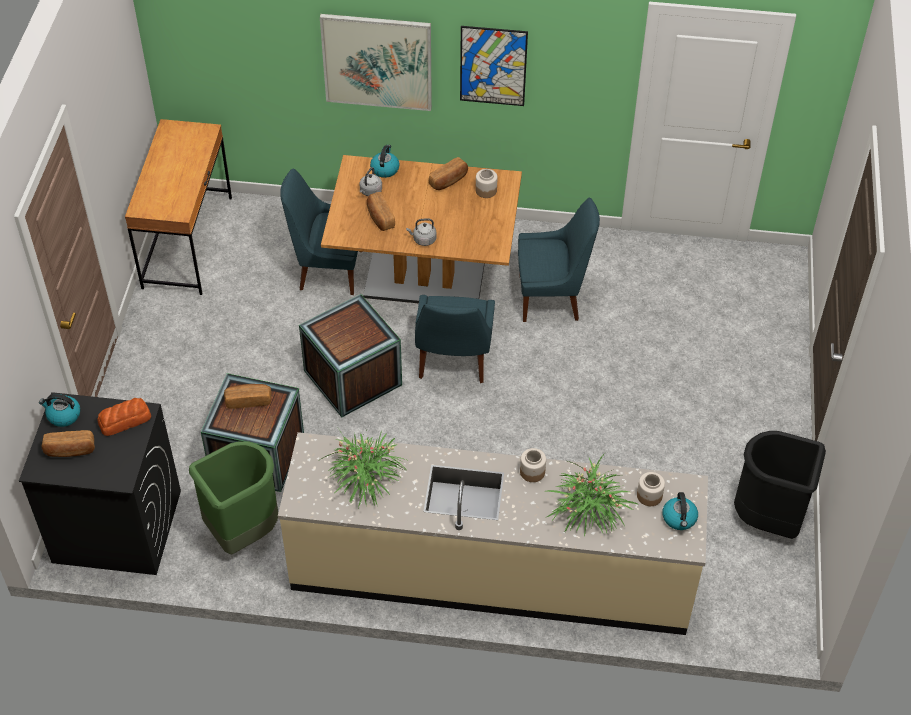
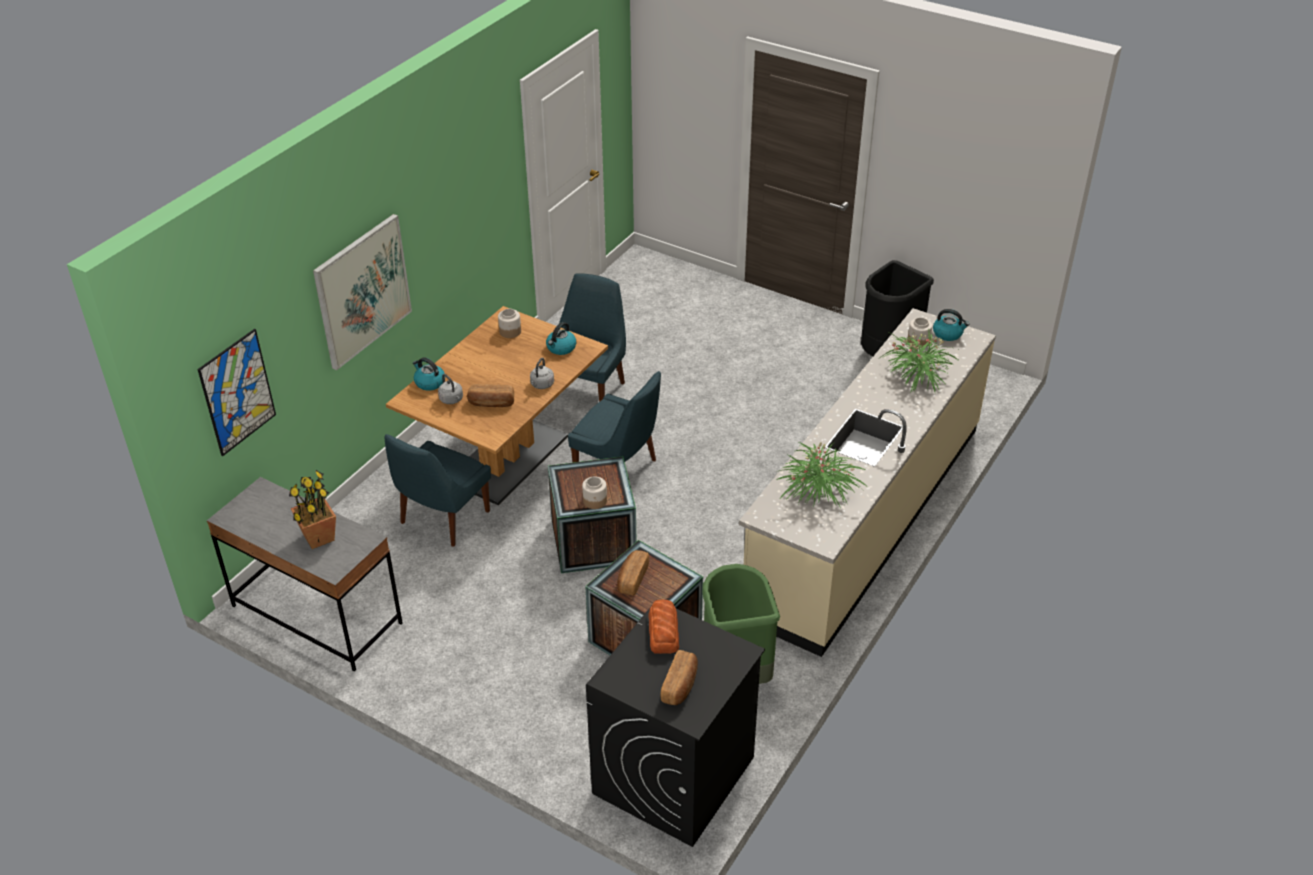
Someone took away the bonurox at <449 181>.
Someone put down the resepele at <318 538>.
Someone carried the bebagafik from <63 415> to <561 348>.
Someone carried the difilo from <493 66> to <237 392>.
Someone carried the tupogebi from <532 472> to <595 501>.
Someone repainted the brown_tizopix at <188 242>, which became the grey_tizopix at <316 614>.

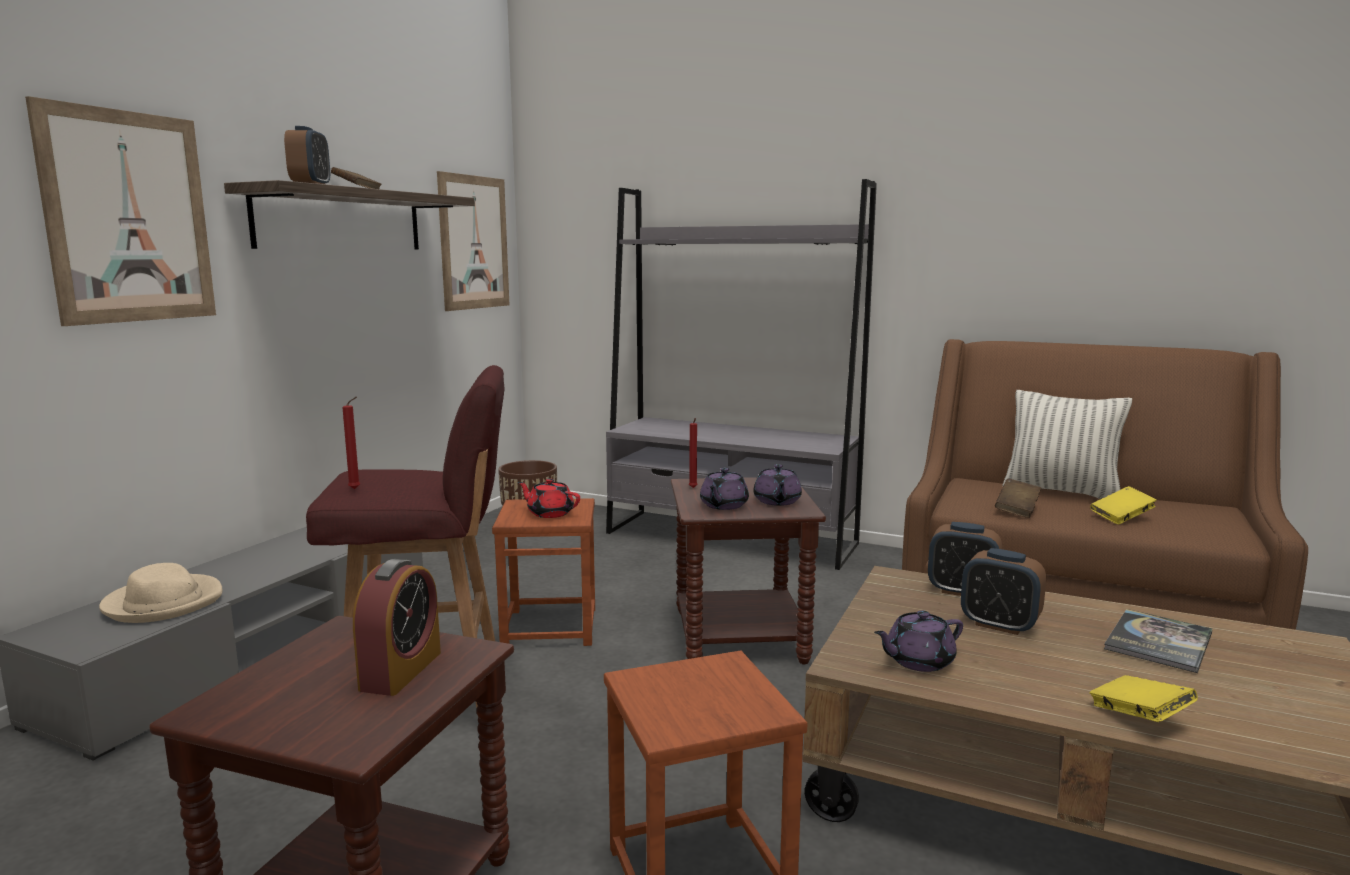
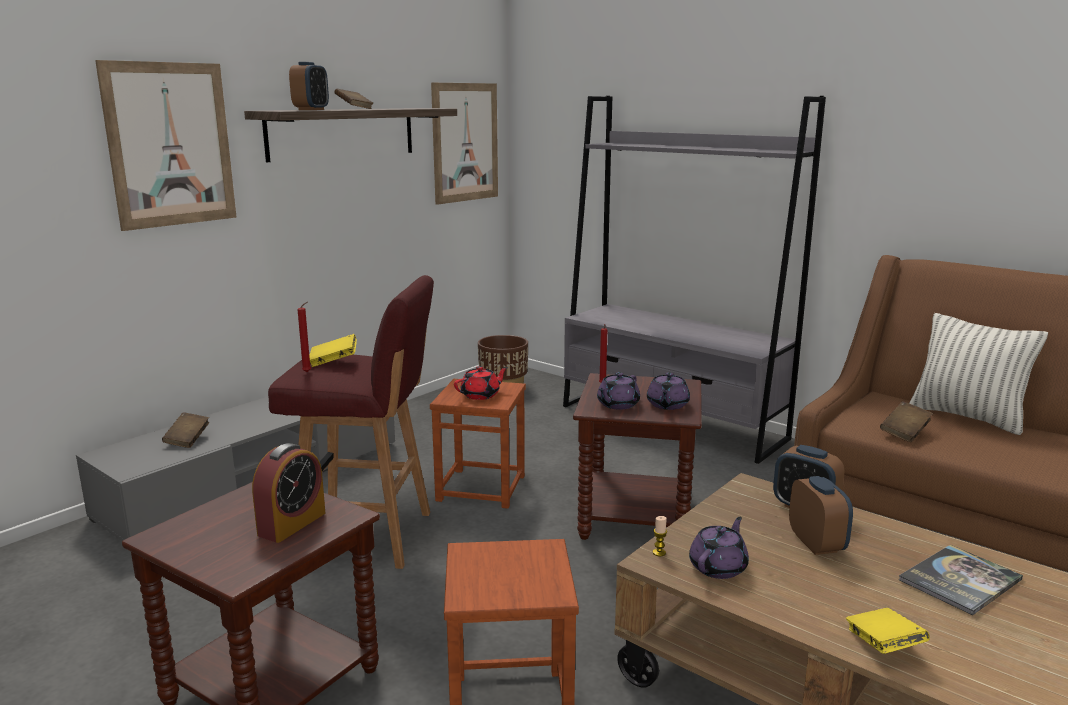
Someone put down the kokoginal at <659 552>.
Someone carried the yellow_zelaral from <1121 518> to <334 362>.
Someone swapped the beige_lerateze at <164 603> for the brown_zelaral at <187 440>.
Someone rotated the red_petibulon at <550 513> by 105 degrees clockwise.
Someone rotated the purple_petibulon at <918 661> by 135 degrees clockwise.
Someone rotated the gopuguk at <999 625> by 150 degrees counterclockwise.

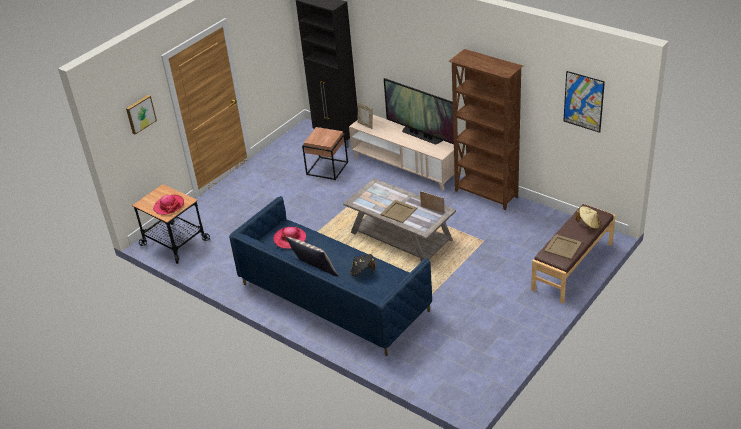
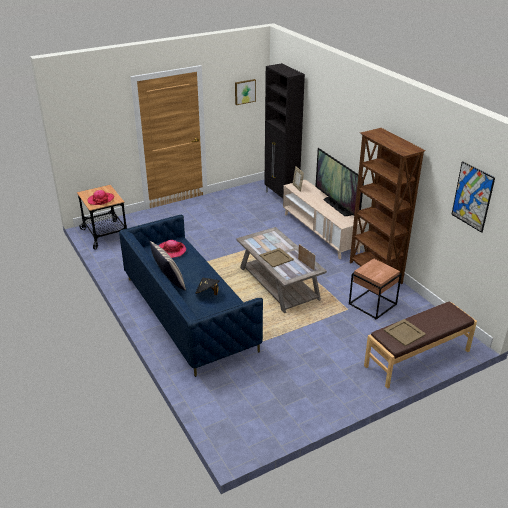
Someone took away the beige_lerateze at <589 224>.
Someone carried the difilo from <140 114> to <244 91>.
Someone carried the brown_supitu from <327 168> to <372 304>.

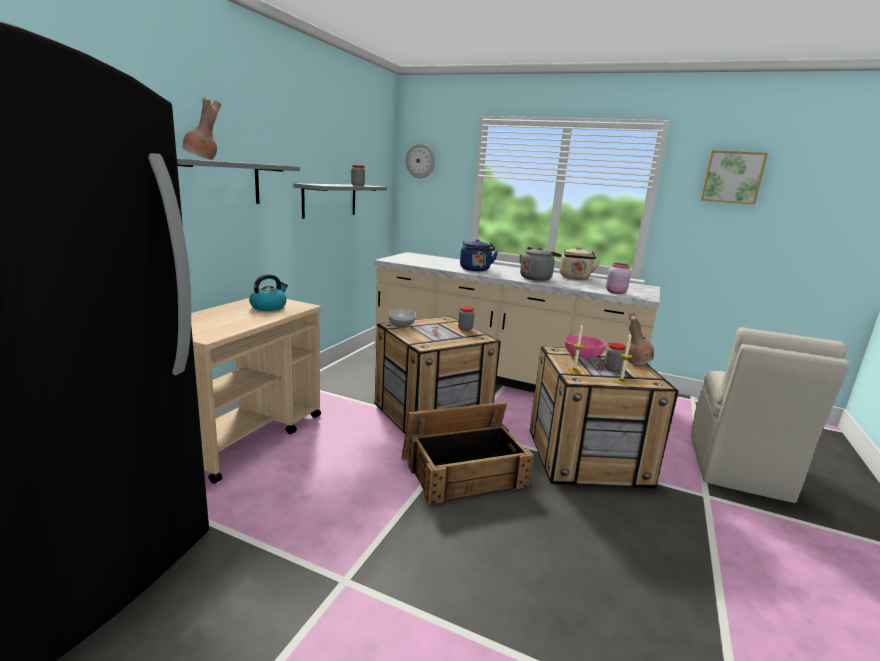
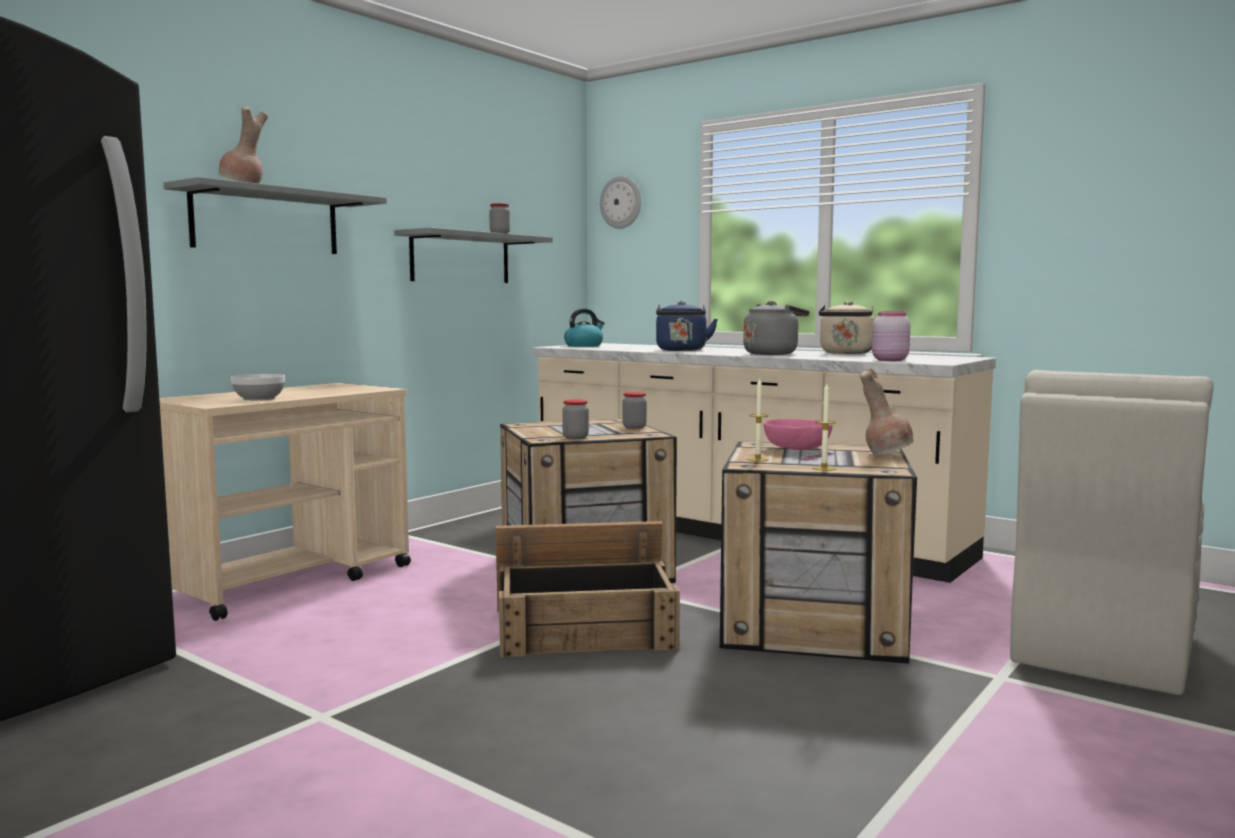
Someone took away the difilo at <732 177>.
Someone carried the bebagafik from <269 307> to <584 346>.
Someone carried the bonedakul from <401 325> to <258 399>.
Someone carried the tupogebi from <612 369> to <575 437>.

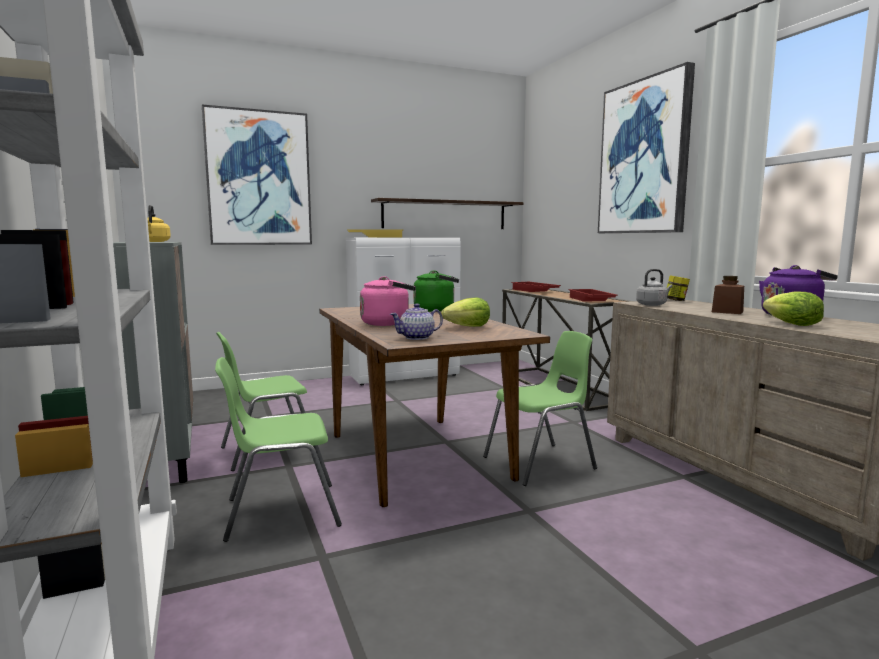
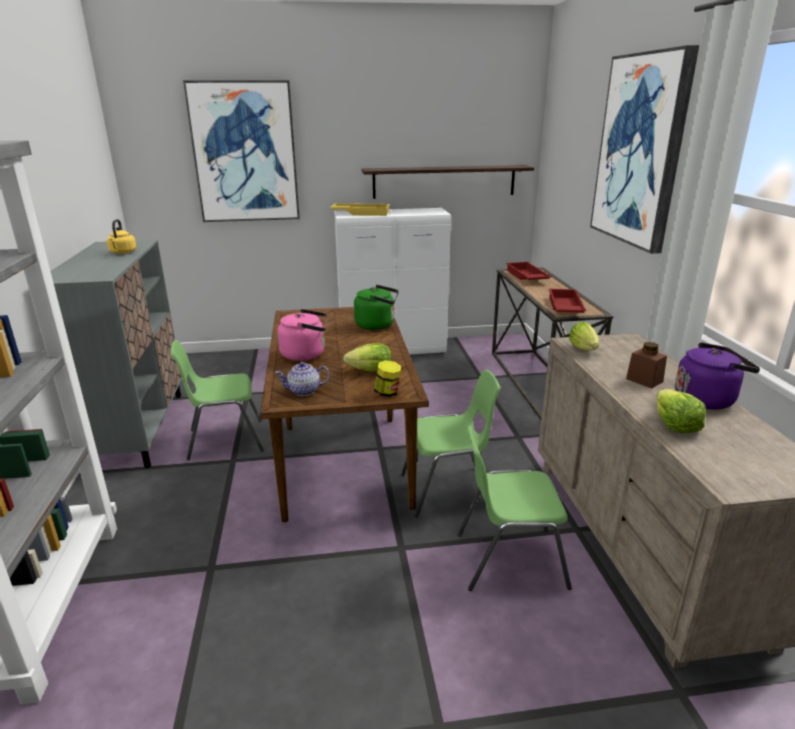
Someone carried the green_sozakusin from <280 511> to <508 559>.
Someone carried the tupogebi from <676 300> to <387 393>.
Someone swapped the grey_bebagafik at <652 304> for the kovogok at <584 350>.

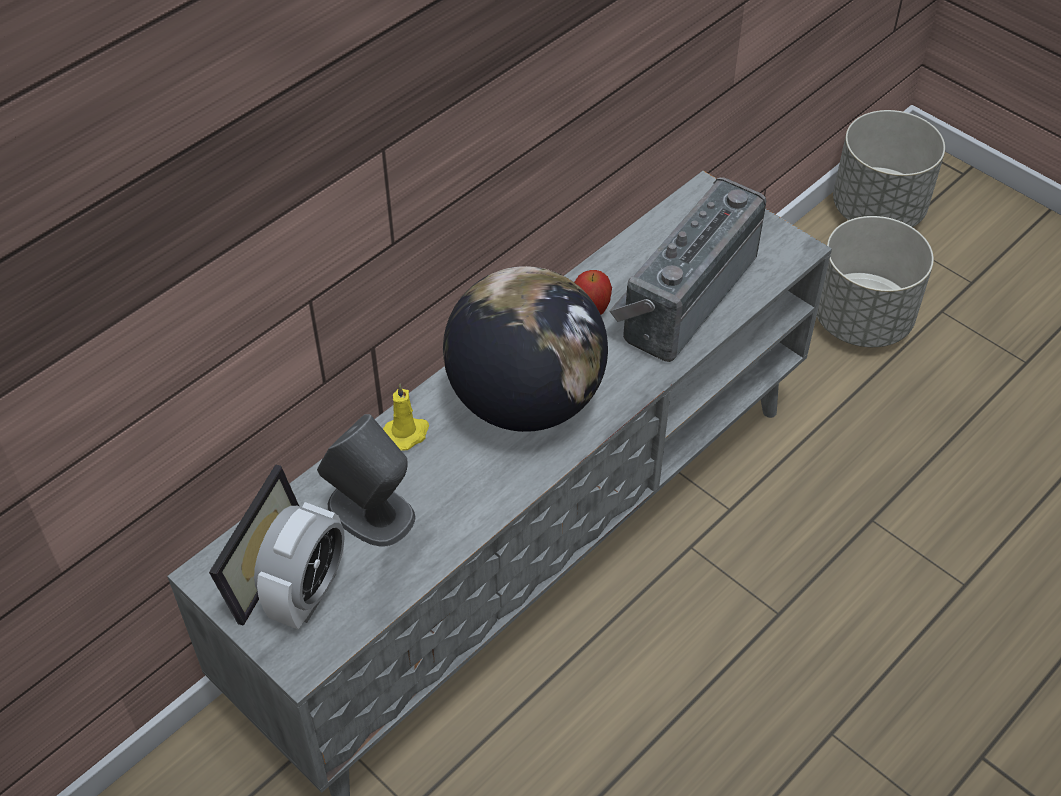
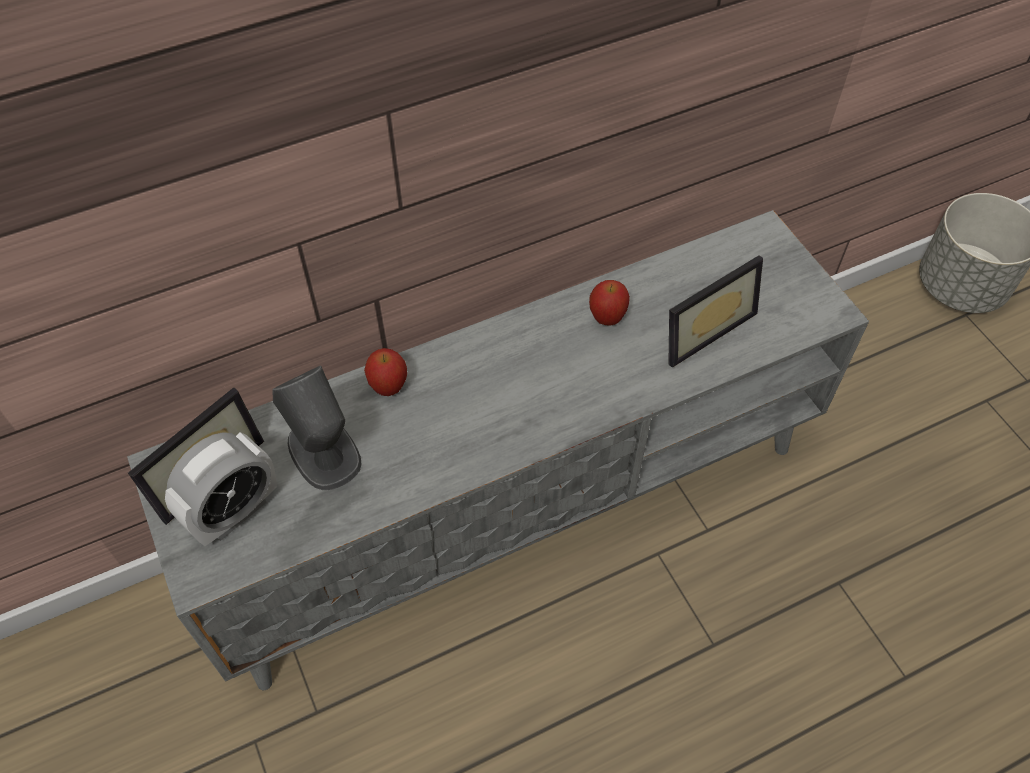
Someone took away the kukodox at <525 400>.
Someone took away the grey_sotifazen at <862 319>.
Someone swapped the yellow_kokoginal at <407 433> for the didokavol at <389 387>.
Someone swapped the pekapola at <682 295> for the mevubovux at <701 326>.

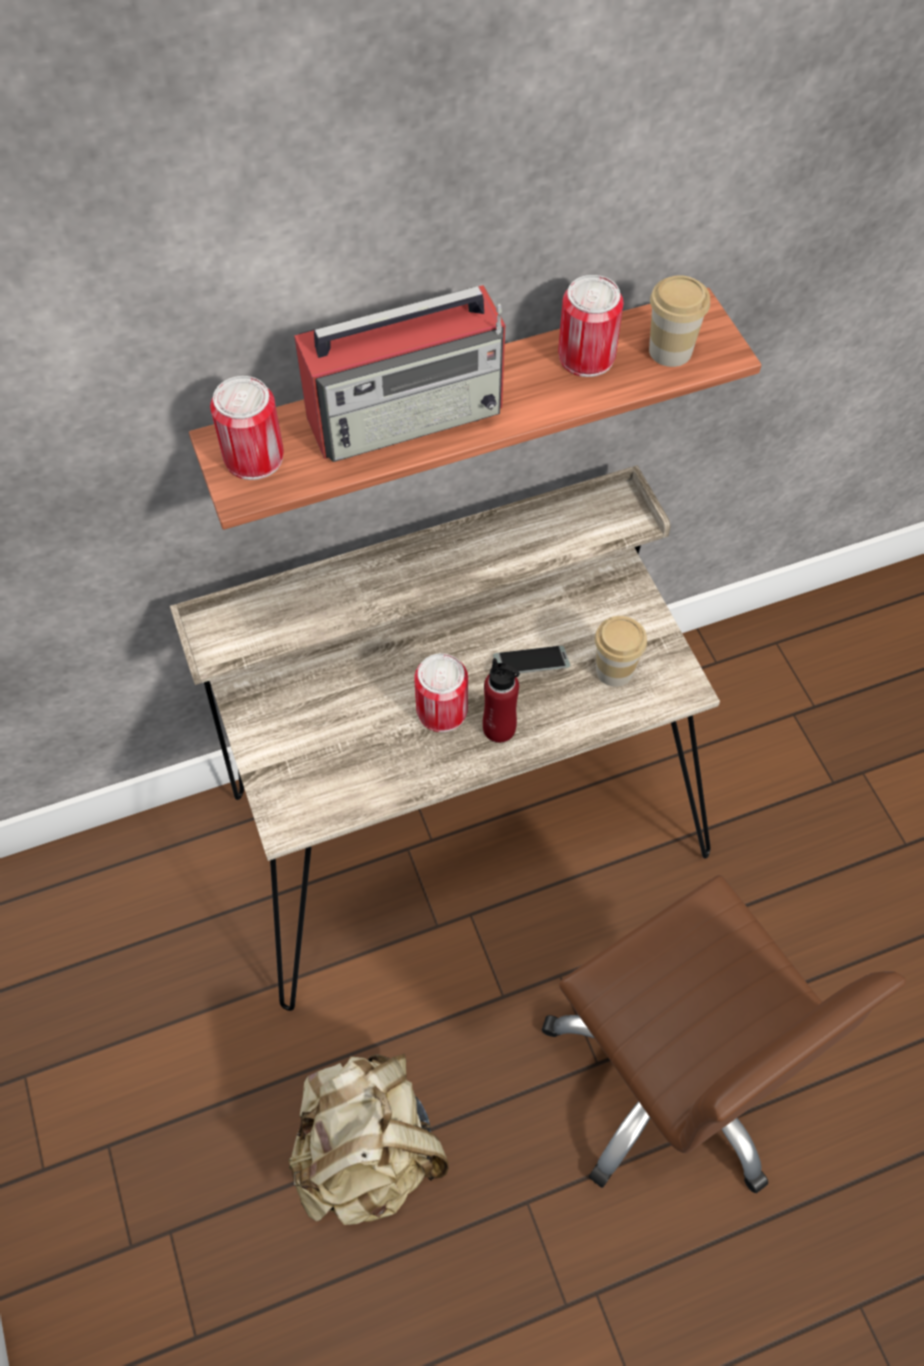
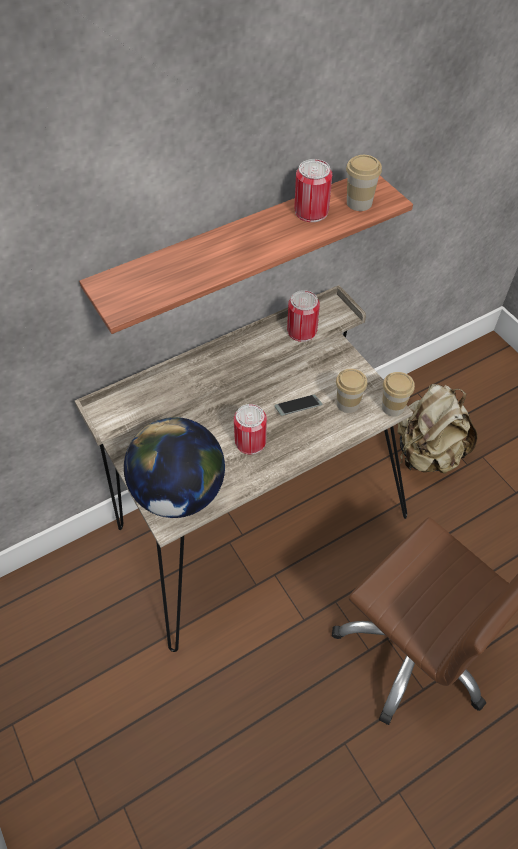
Someone took away the pekapola at <408 414>.
Someone took away the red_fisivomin at <499 728>.
Someone put down the kukodox at <179 492>.
Someone put down the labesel at <393 407>.
Someone carried the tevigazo from <254 457> to <302 331>.
Someone carried the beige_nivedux from <369 1149> to <427 453>.

